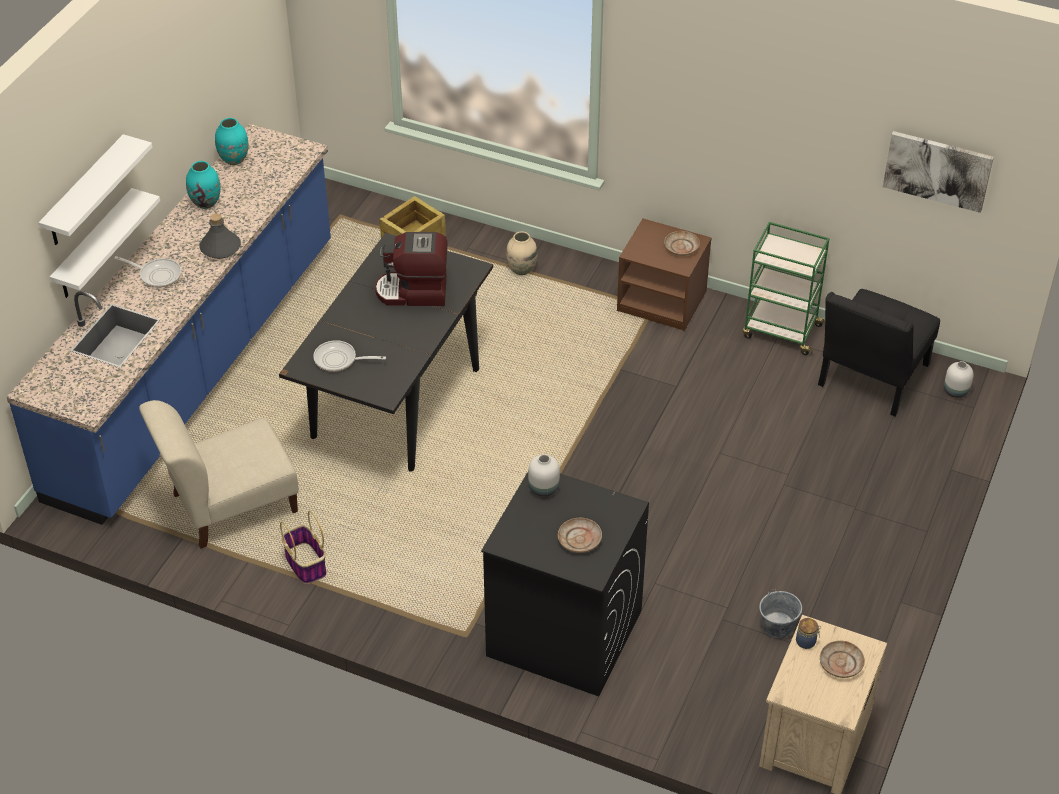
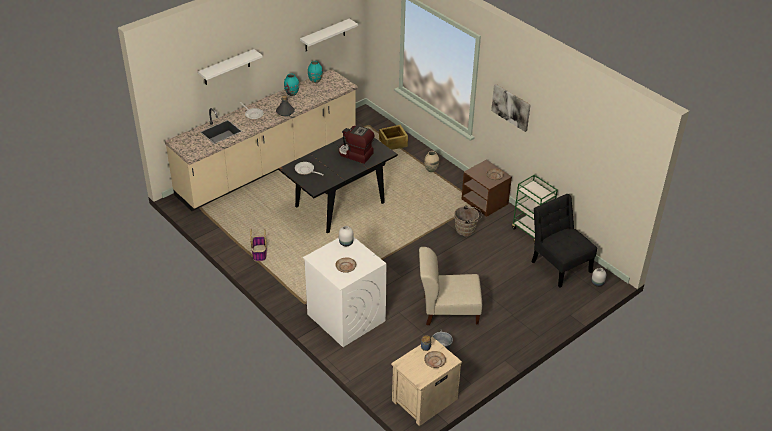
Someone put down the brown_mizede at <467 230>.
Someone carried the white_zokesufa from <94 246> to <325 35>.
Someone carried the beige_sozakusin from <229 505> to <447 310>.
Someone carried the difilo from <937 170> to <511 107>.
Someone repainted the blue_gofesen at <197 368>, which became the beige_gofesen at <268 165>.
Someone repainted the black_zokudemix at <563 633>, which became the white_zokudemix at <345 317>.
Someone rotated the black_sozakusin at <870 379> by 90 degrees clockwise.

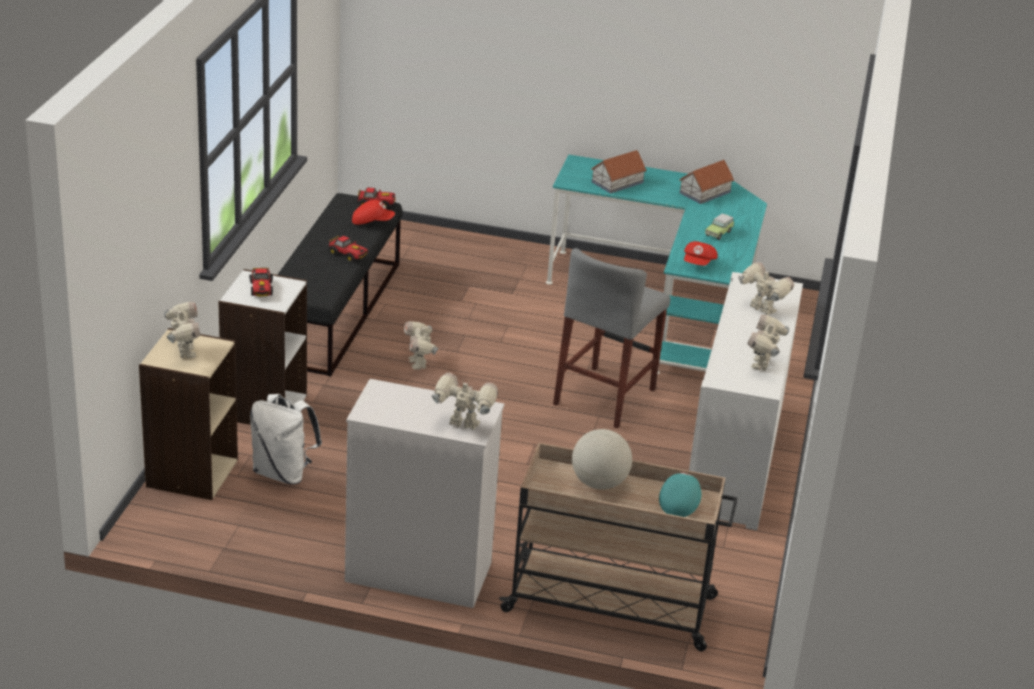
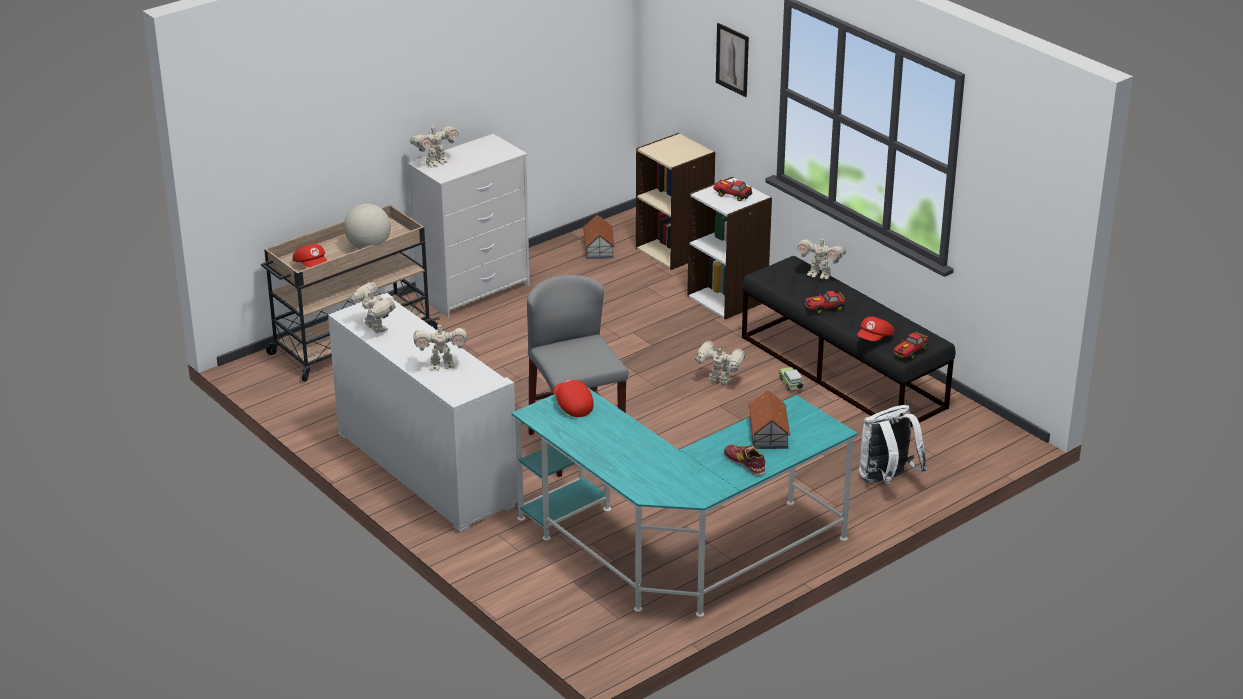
Someone put up the difilo at <732 59>.
Someone put down the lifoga at <745 463>.
Someone carried the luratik from <184 352> to <819 275>.
Someone carried the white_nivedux from <283 473> to <887 480>.
Someone carried the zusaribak from <705 192> to <598 248>.
Someone carried the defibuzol from <719 233> to <791 384>.
Someone repainted the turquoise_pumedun at <679 502>, which became the red_pumedun at <311 265>.

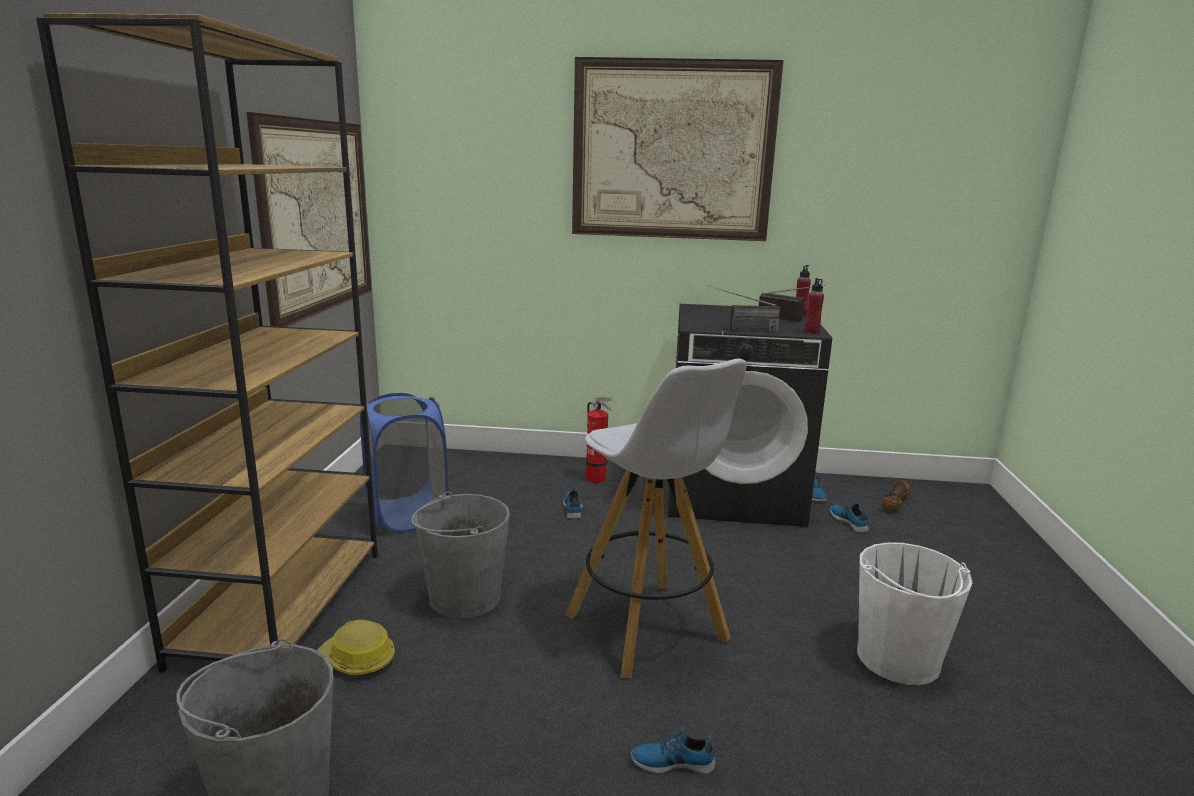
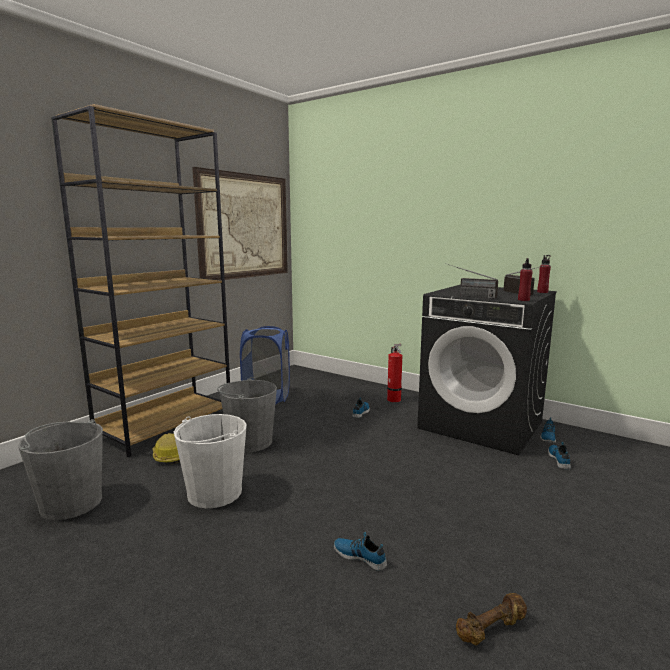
Someone took away the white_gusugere at <648 629>.
Someone took away the difilo at <672 151>.
Someone carried the lifoga from <672 761> to <360 556>.
Someone carried the white_mizede from <898 659> to <214 493>.
Someone carried the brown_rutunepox from <896 503> to <491 629>.

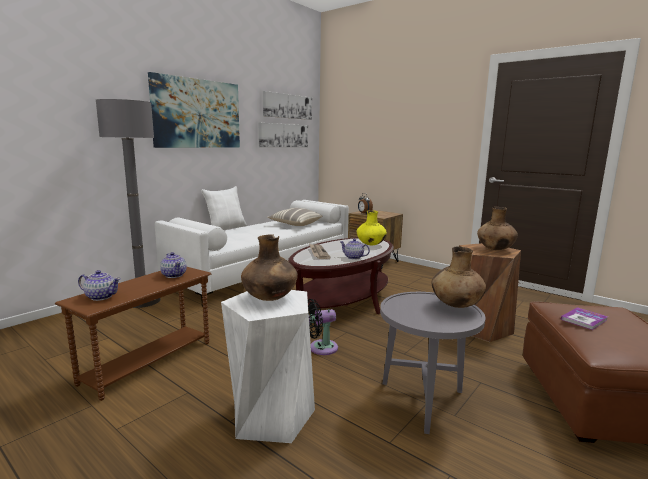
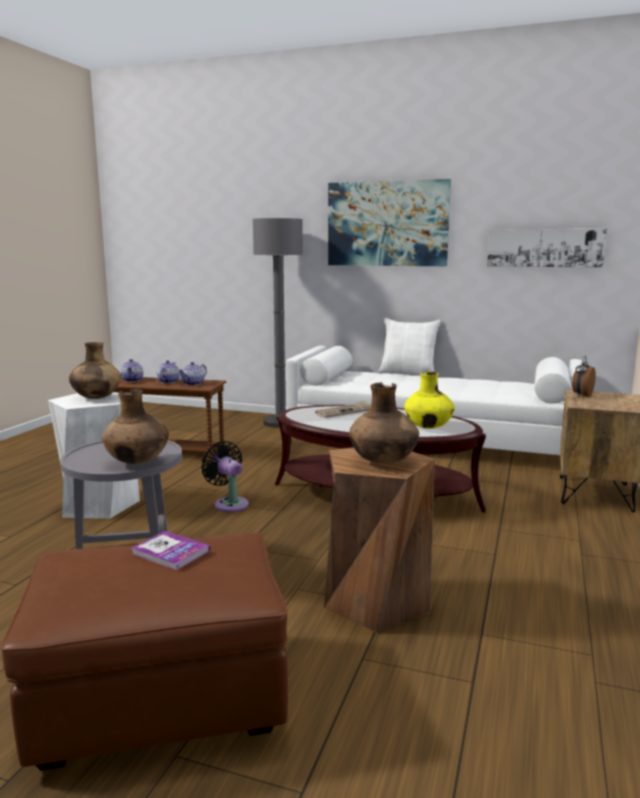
Someone took away the difilo at <287 106>.
Someone took away the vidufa at <295 224>.
Someone carried the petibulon from <354 257> to <168 382>.

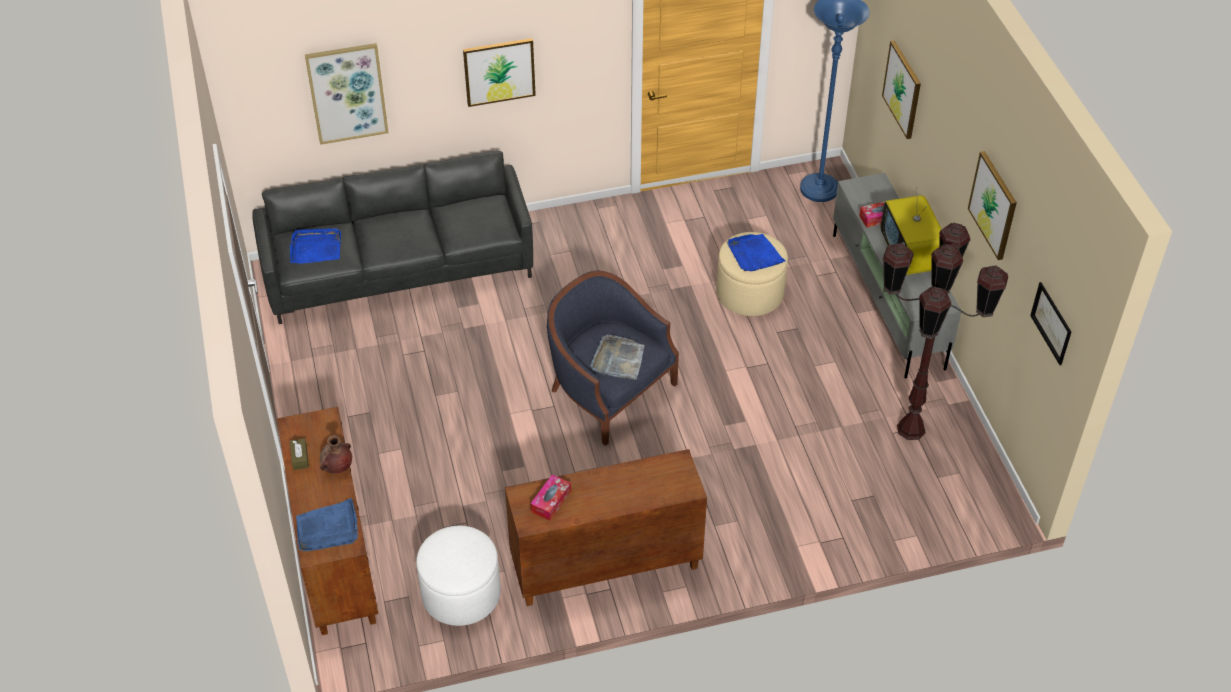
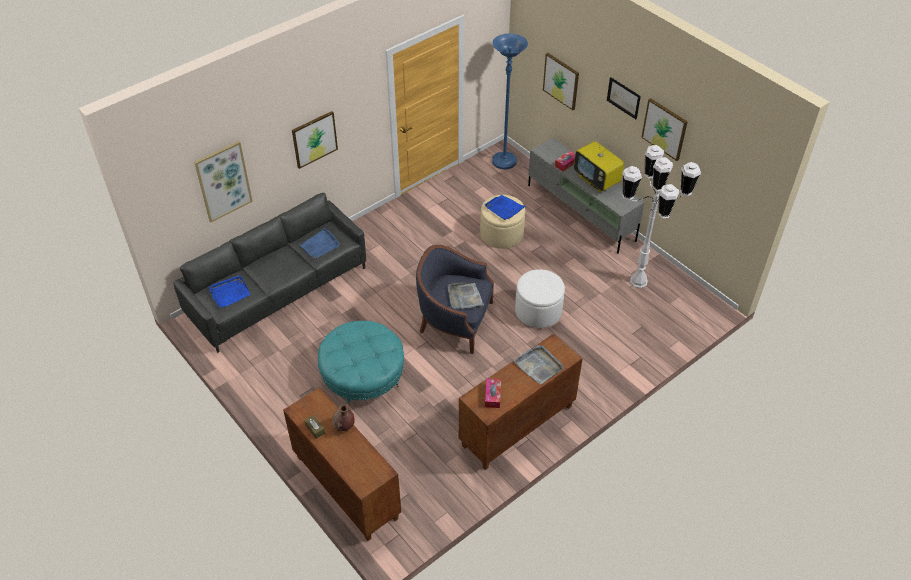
Someone put down the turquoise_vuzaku at <363 376>.
Someone put down the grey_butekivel at <539 365>.
Someone carried the blue_butekivel from <328 529> to <320 245>.
Someone carried the white_vuzaku from <461 594> to <538 311>.
Someone carried the difilo from <1051 323> to <623 98>.
Someone repainted the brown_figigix at <910 428>, which became the white_figigix at <638 281>.

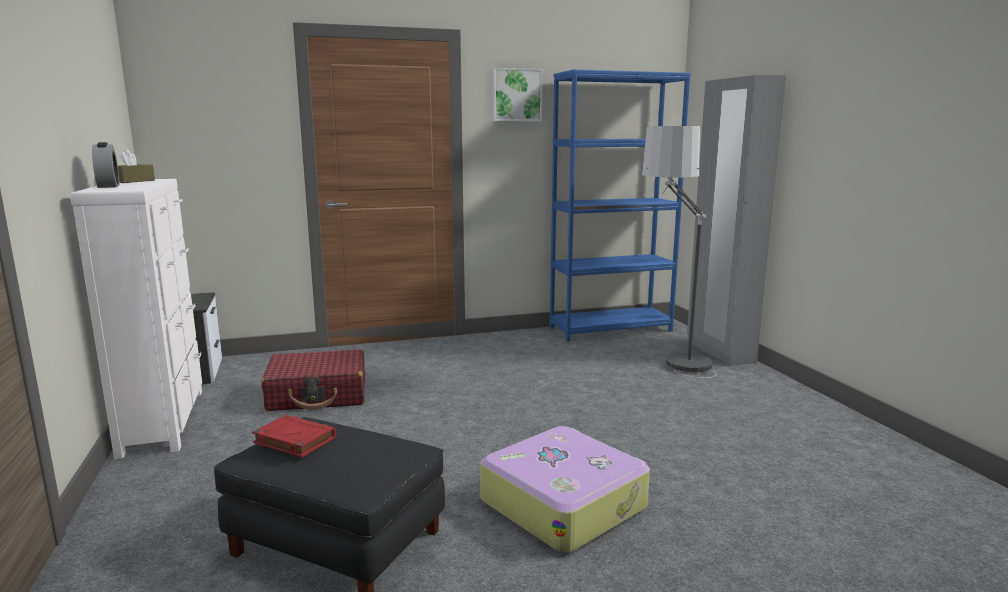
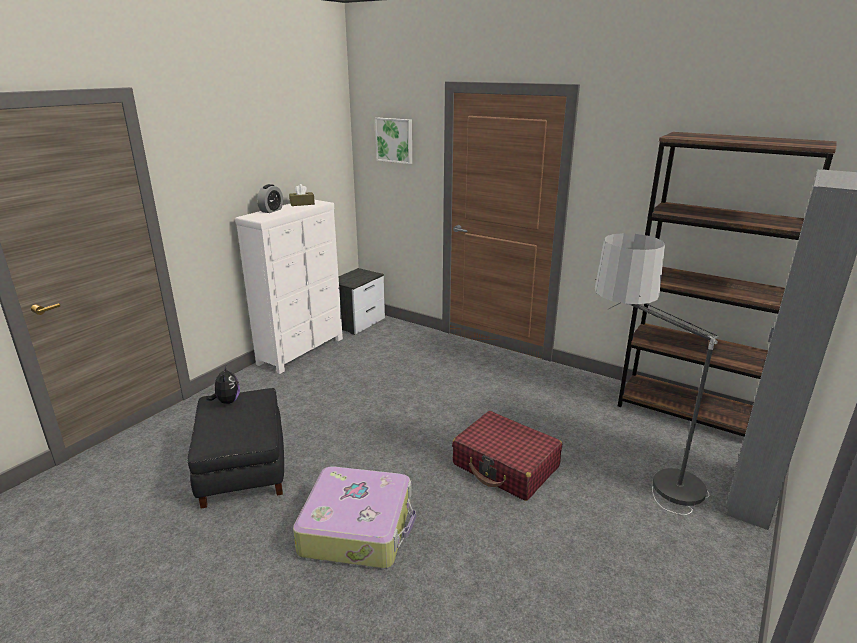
Someone carried the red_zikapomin from <318 395> to <506 466>.
Someone carried the difilo from <516 95> to <395 140>.
Someone swapped the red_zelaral at <294 440> for the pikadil at <227 401>.
Someone repainted the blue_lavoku at <611 329>, which became the brown_lavoku at <686 413>.

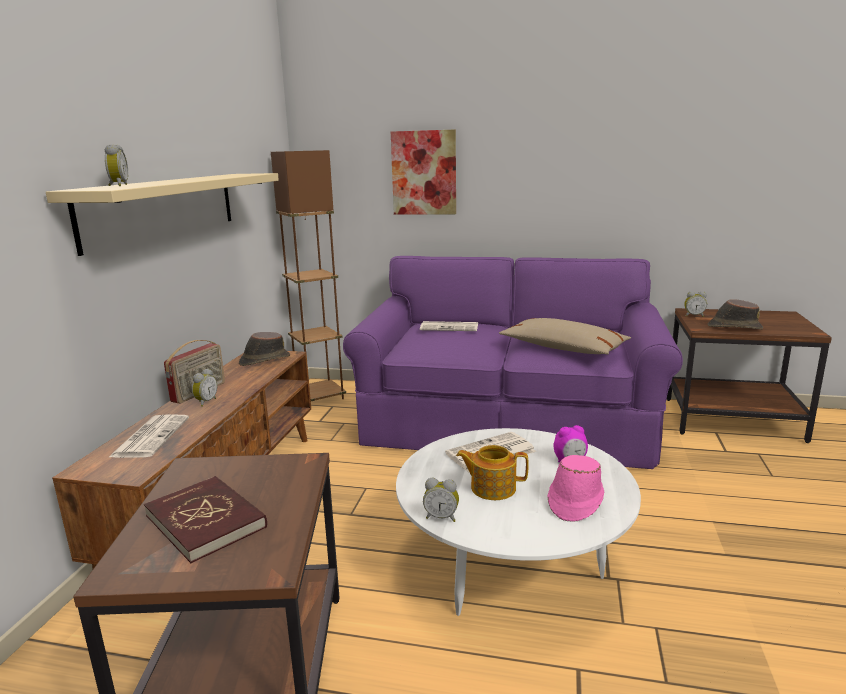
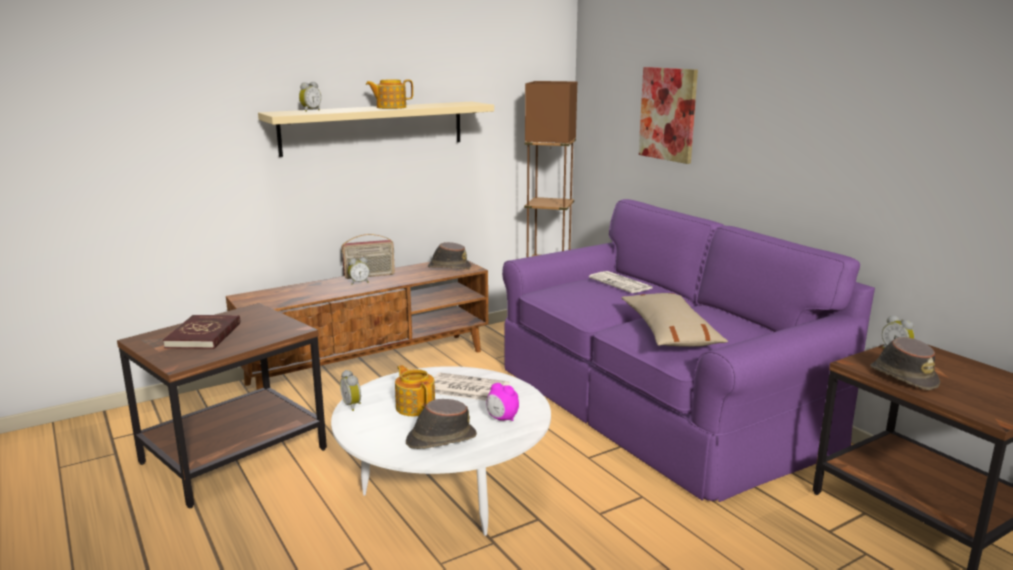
Someone took away the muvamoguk at <151 436>.
Someone put down the petibulon at <390 107>.
Someone repainted the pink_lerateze at <574 501>, which became the brown_lerateze at <440 439>.

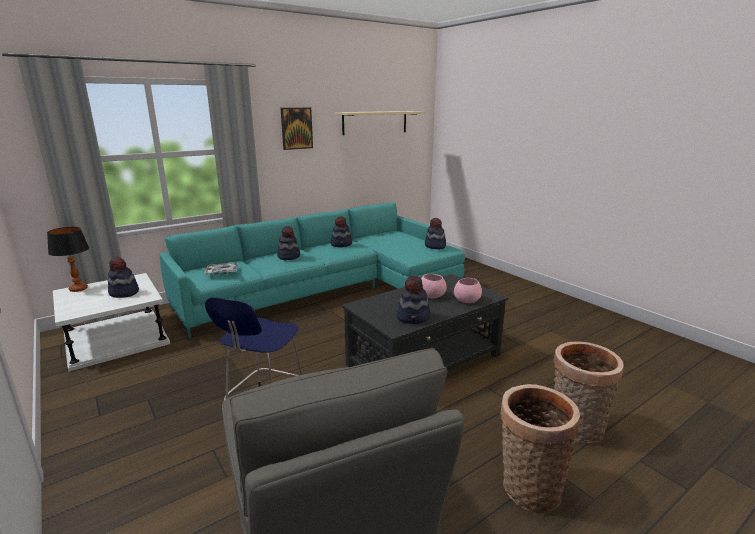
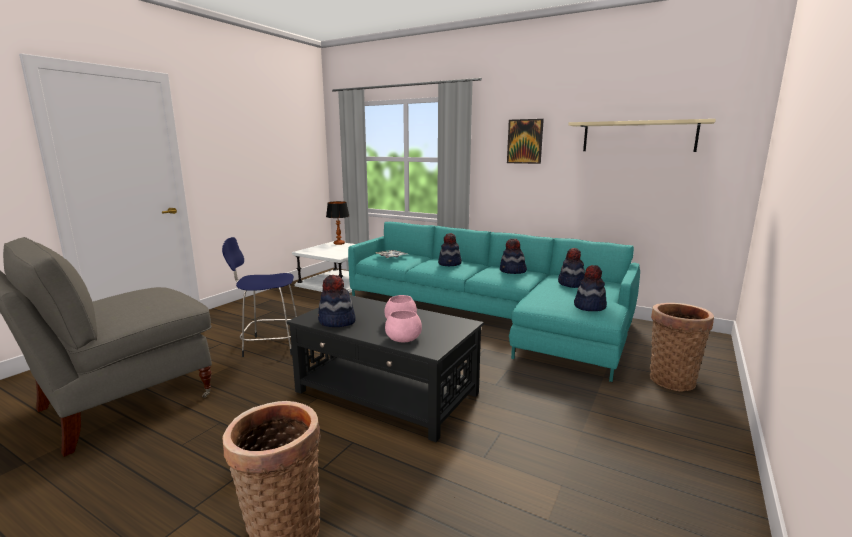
Someone carried the lerateze from <124 293> to <571 284>.
Someone carried the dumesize from <527 487> to <671 379>.

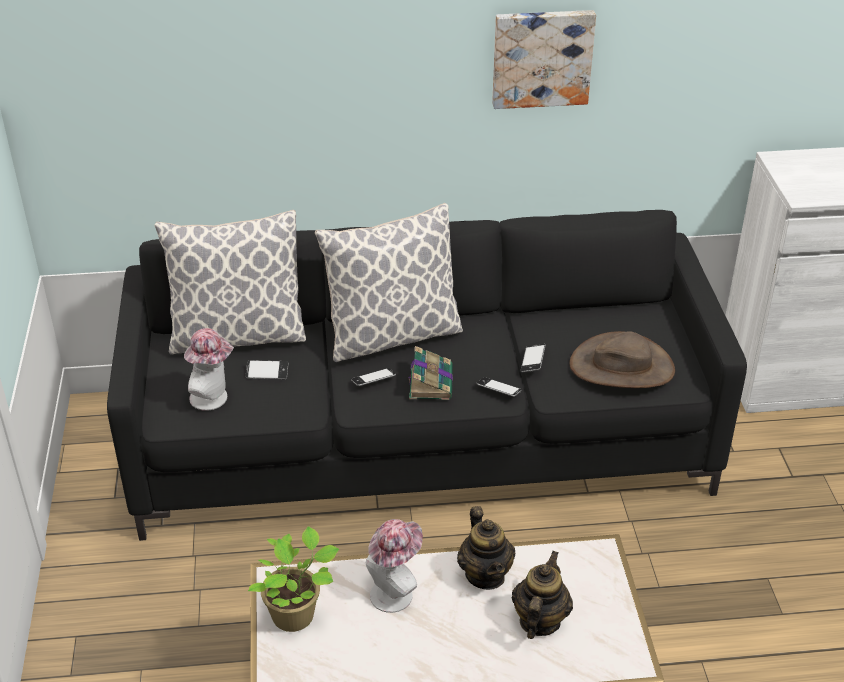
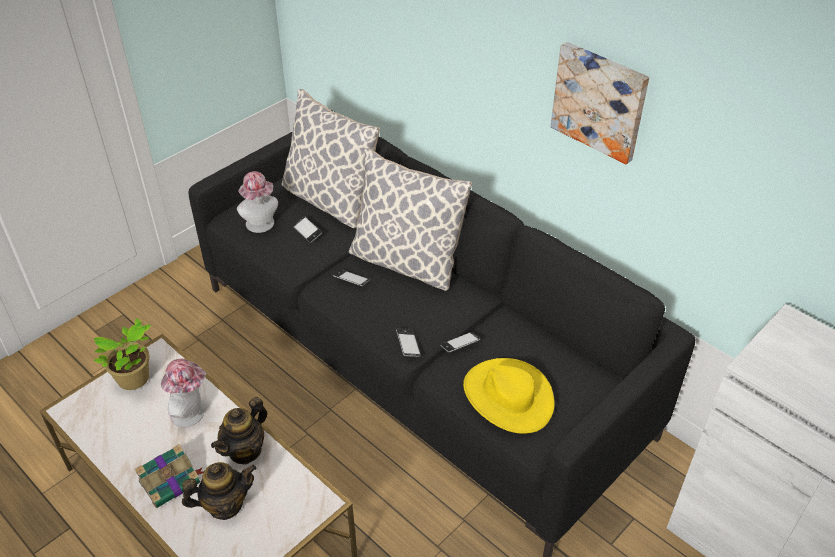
Someone carried the zelaral from <431 382> to <171 481>.
Someone repainted the brown_lerateze at <622 366>, which became the yellow_lerateze at <508 396>.

